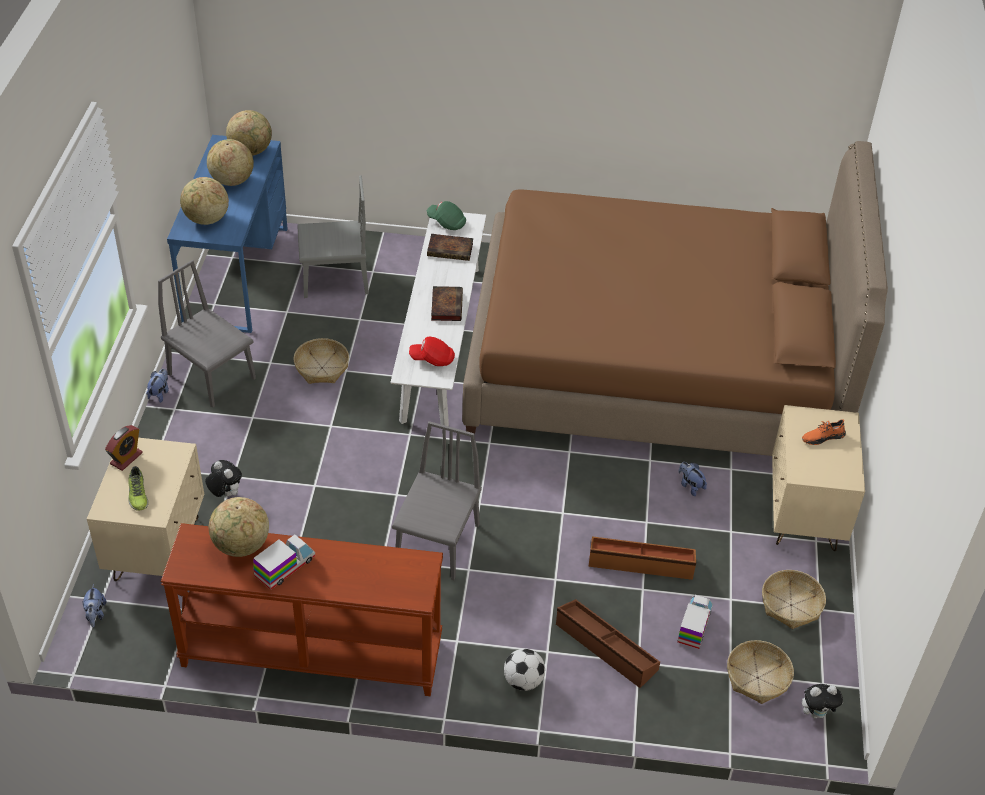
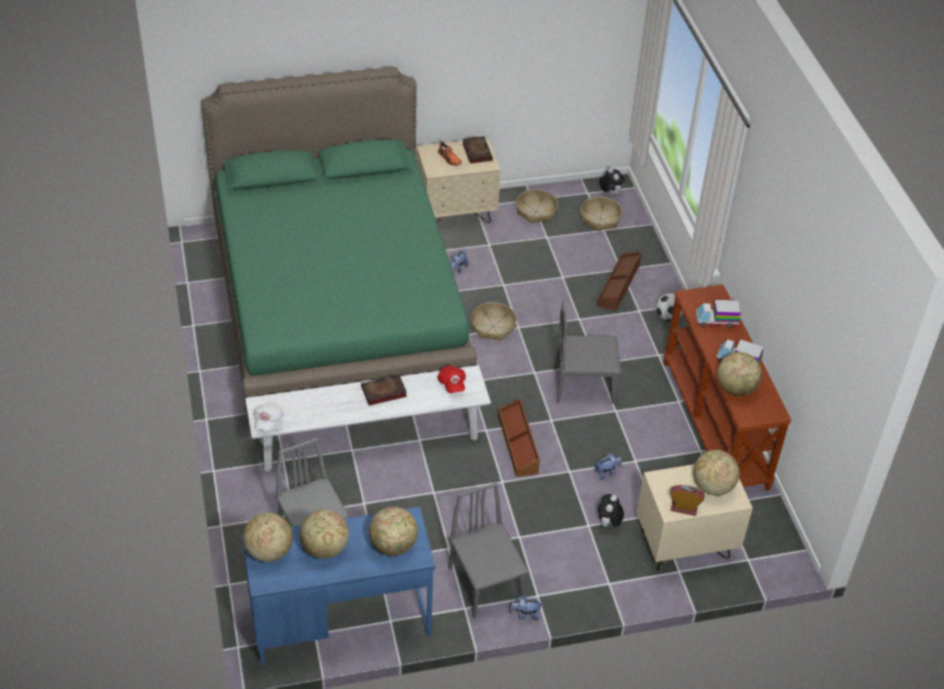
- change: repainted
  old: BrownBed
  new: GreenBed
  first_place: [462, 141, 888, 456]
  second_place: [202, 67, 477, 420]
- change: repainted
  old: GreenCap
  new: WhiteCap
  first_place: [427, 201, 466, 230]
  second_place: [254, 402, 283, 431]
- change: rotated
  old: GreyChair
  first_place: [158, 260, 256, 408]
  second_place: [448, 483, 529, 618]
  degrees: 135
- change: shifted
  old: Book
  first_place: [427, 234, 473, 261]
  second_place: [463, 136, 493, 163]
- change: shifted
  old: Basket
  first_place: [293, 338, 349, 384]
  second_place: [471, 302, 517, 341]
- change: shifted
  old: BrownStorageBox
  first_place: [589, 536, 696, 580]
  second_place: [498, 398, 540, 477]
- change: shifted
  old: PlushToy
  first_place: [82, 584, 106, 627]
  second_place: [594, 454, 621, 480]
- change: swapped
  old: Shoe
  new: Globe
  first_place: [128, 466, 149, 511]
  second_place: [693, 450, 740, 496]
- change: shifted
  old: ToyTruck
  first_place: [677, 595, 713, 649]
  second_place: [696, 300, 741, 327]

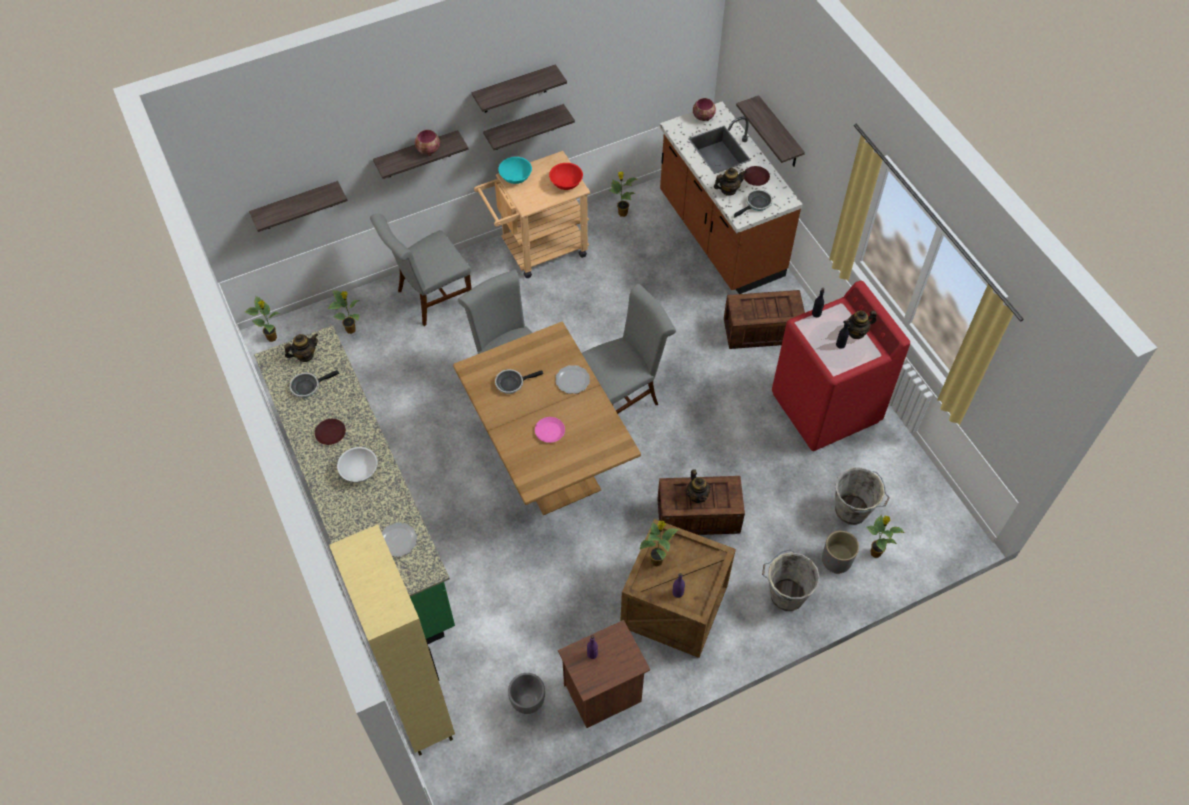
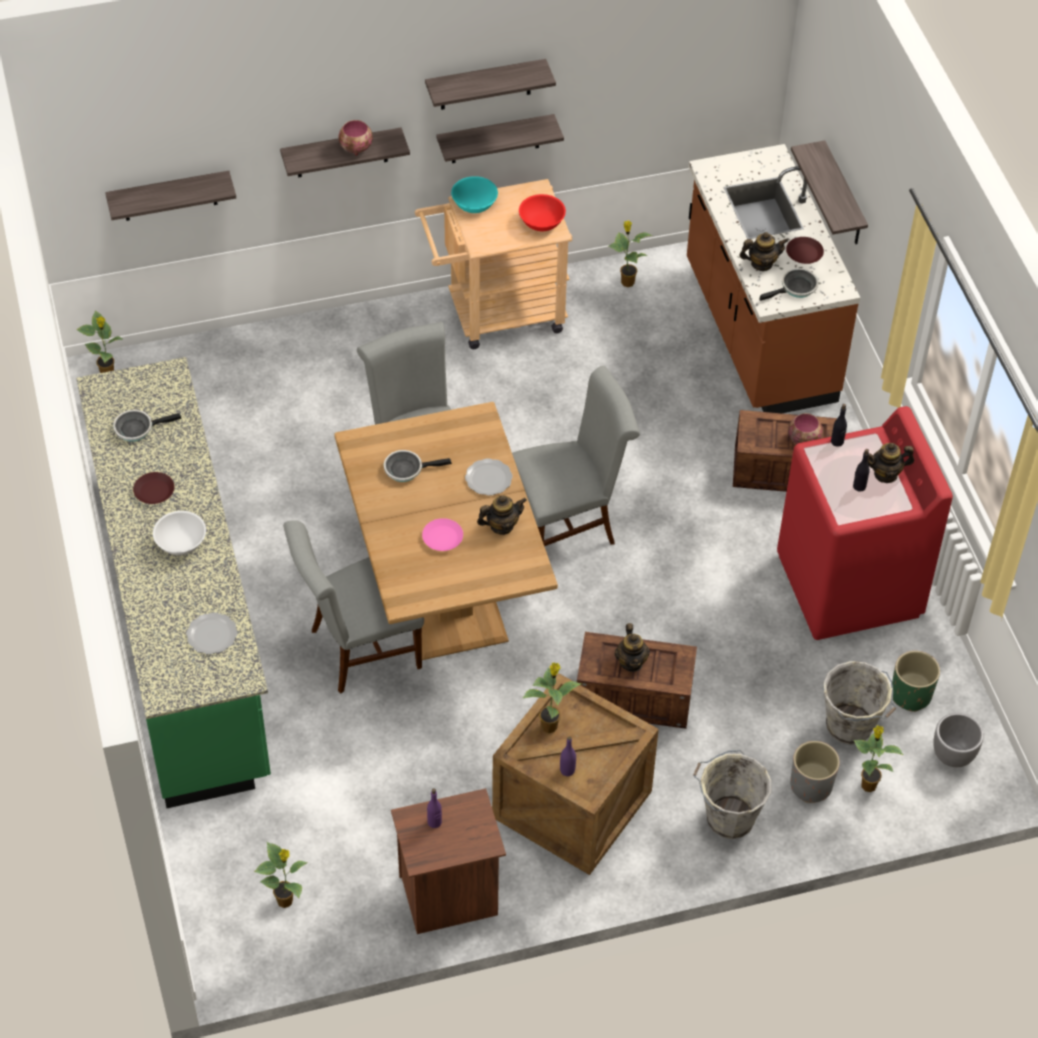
- change: shifted
  old: PottedPlant
  first_place: [328, 290, 360, 334]
  second_place: [254, 842, 308, 908]
- change: shifted
  old: GreyChair
  first_place: [370, 214, 472, 326]
  second_place: [283, 520, 424, 694]
- change: shifted
  old: Teapot
  first_place: [284, 333, 318, 362]
  second_place: [477, 495, 527, 535]
- change: shifted
  old: Bowl
  first_place: [693, 98, 716, 121]
  second_place: [788, 413, 822, 444]
- change: new
  new: GreenPlanter
  second_place: [892, 651, 940, 712]
- change: shifted
  old: GreyPlanter
  first_place: [508, 673, 545, 714]
  second_place: [933, 713, 984, 767]
- change: gone
  old: BeigeCabinet
  first_place: [329, 524, 455, 756]

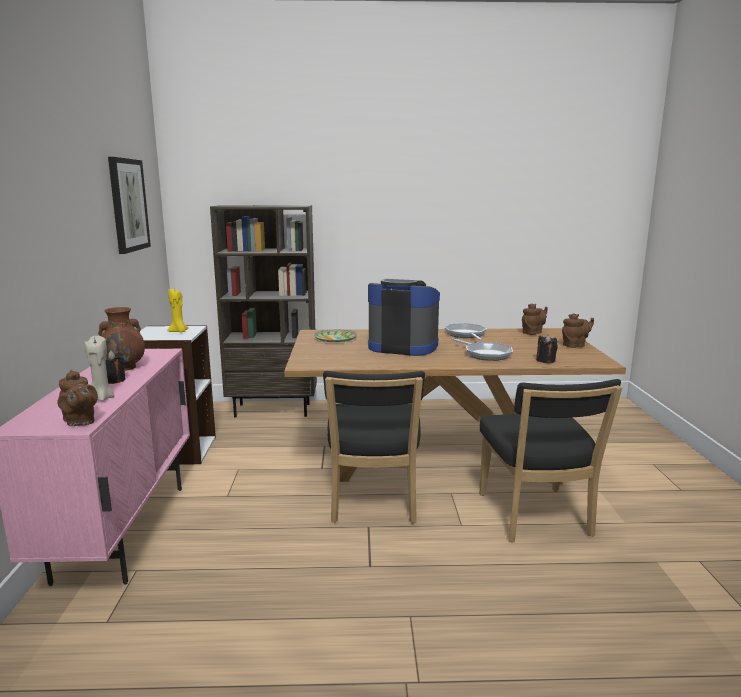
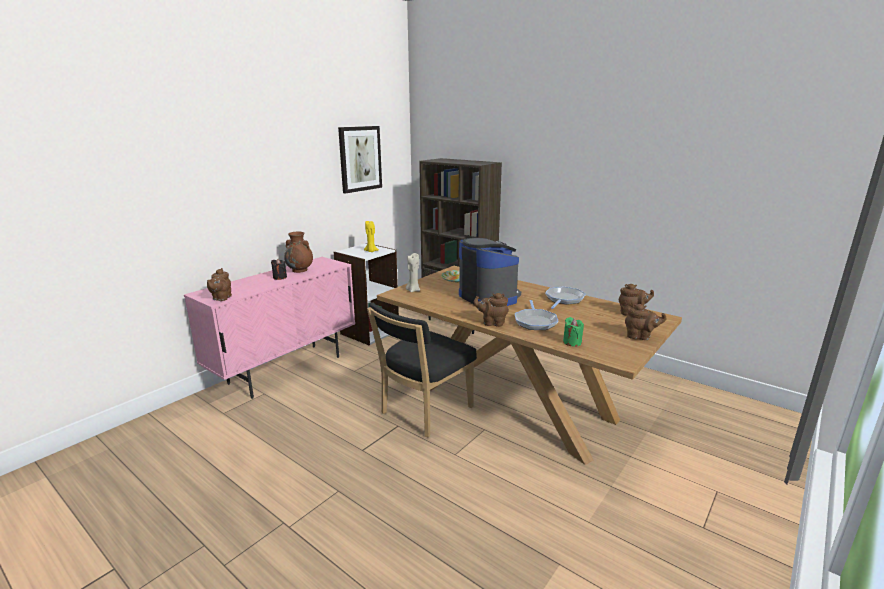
- change: shifted
  old: BeigeCandle
  first_place: [84, 336, 115, 401]
  second_place: [406, 253, 420, 292]
- change: new
  new: BrownTeapot
  second_place: [473, 293, 509, 327]
- change: repainted
  old: BlackCandle
  new: GreenCandle
  first_place: [536, 334, 558, 363]
  second_place: [563, 317, 584, 347]
- change: gone
  old: BlackChair
  first_place: [479, 379, 622, 542]

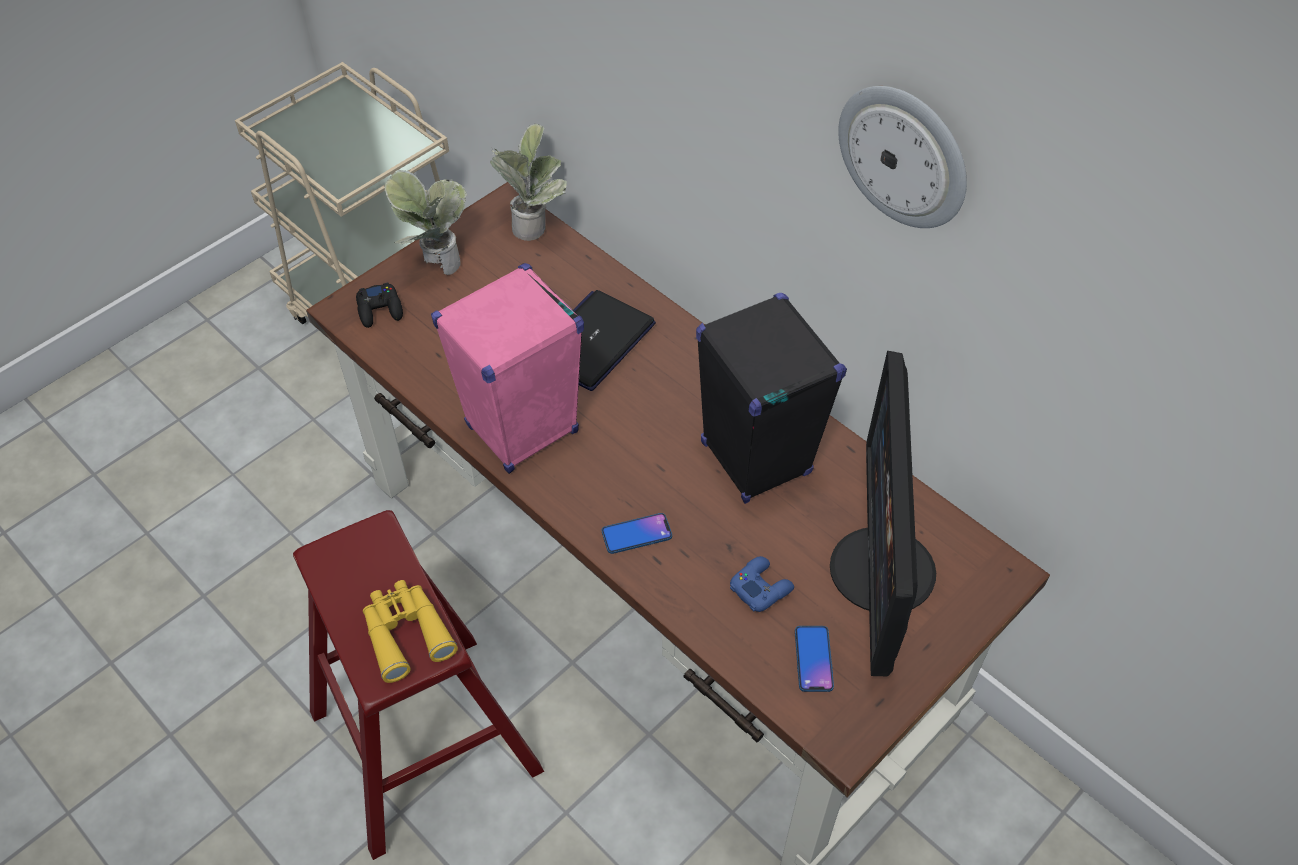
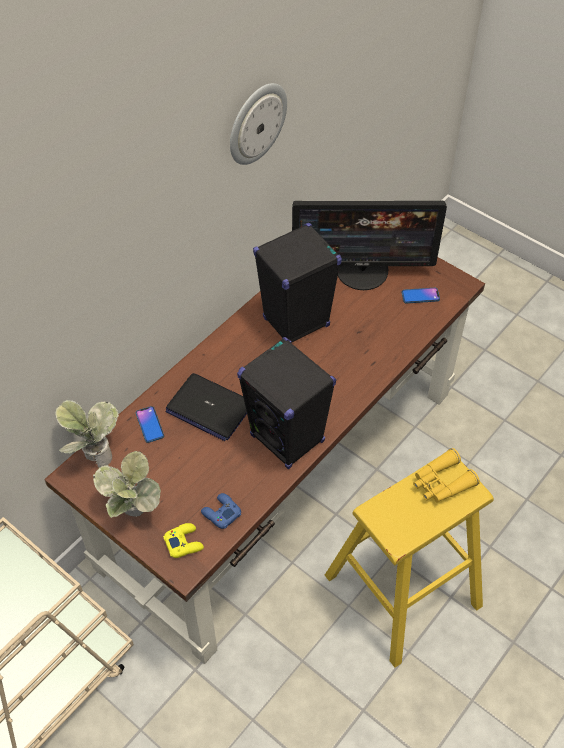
- change: shifted
  old: Phone
  first_place: [602, 513, 672, 554]
  second_place: [136, 406, 164, 443]
- change: repainted
  old: BlackGameController
  new: YellowGameController
  first_place: [356, 282, 403, 328]
  second_place: [163, 523, 204, 558]
- change: shifted
  old: BlueGameController
  first_place: [730, 556, 794, 612]
  second_place: [201, 493, 241, 529]
- change: repainted
  old: PinkSpeaker
  new: BlackSpeaker
  first_place: [431, 263, 584, 474]
  second_place: [237, 337, 336, 469]
- change: repainted
  old: RedStool
  new: YellowStool
  first_place: [293, 510, 544, 860]
  second_place: [325, 458, 494, 668]

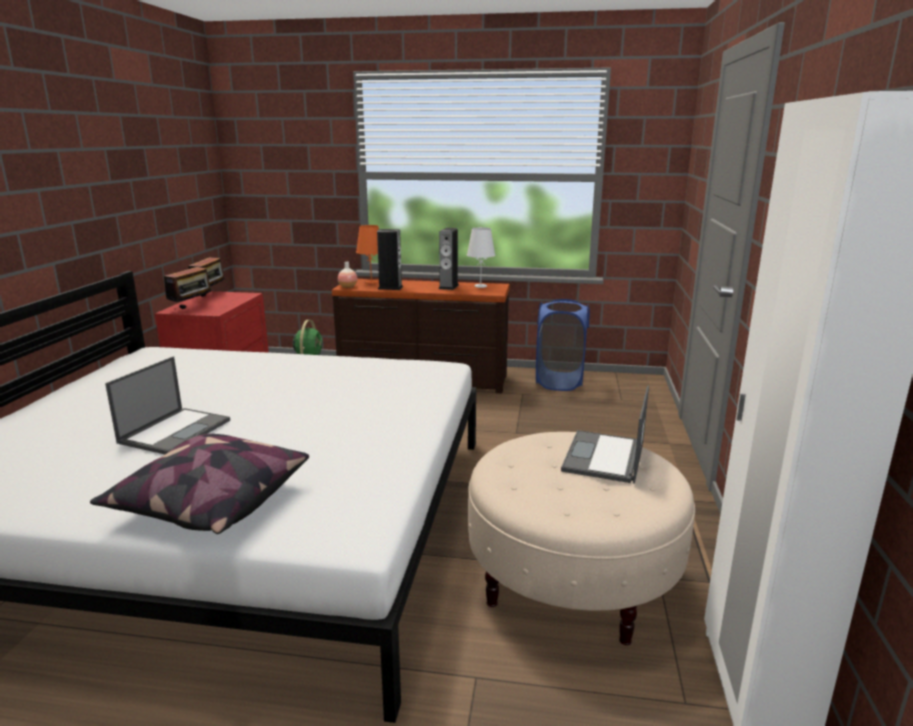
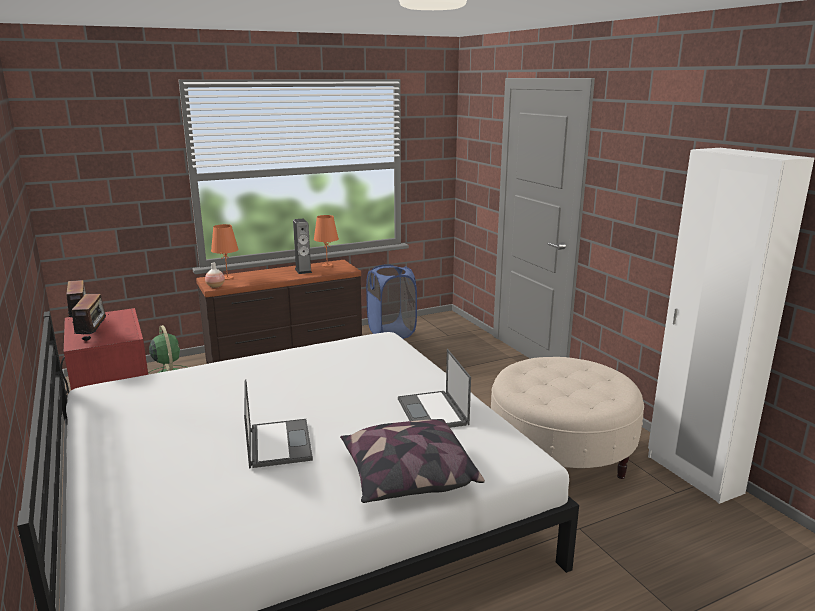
- change: repainted
  old: WhiteTableLamp
  new: OrangeTableLamp
  first_place: [467, 227, 496, 288]
  second_place: [314, 215, 339, 267]
- change: shifted
  old: Laptop
  first_place: [561, 385, 649, 484]
  second_place: [398, 349, 471, 428]
- change: gone
  old: Speaker
  first_place: [377, 229, 403, 290]

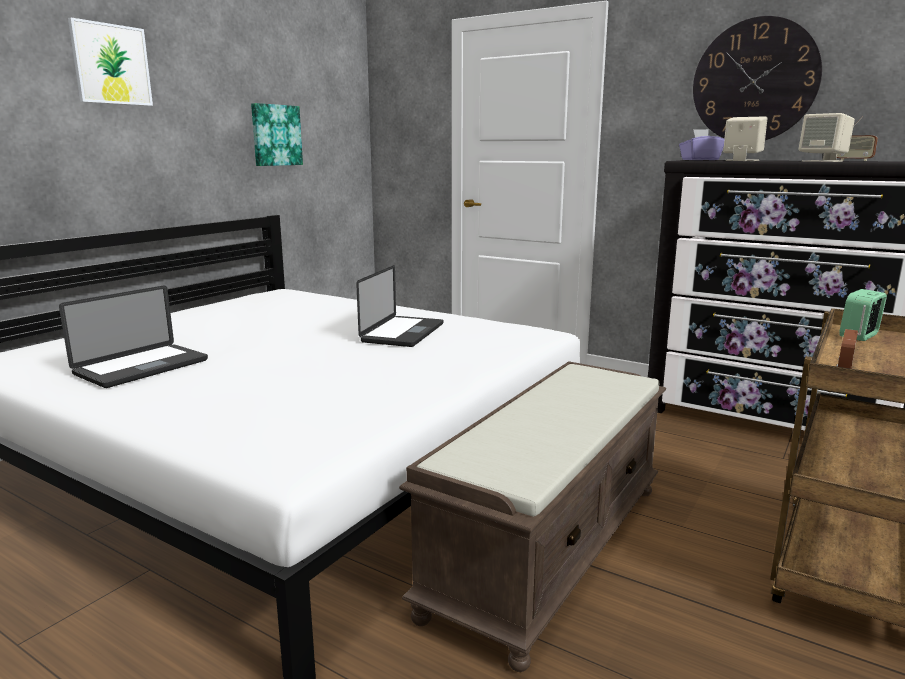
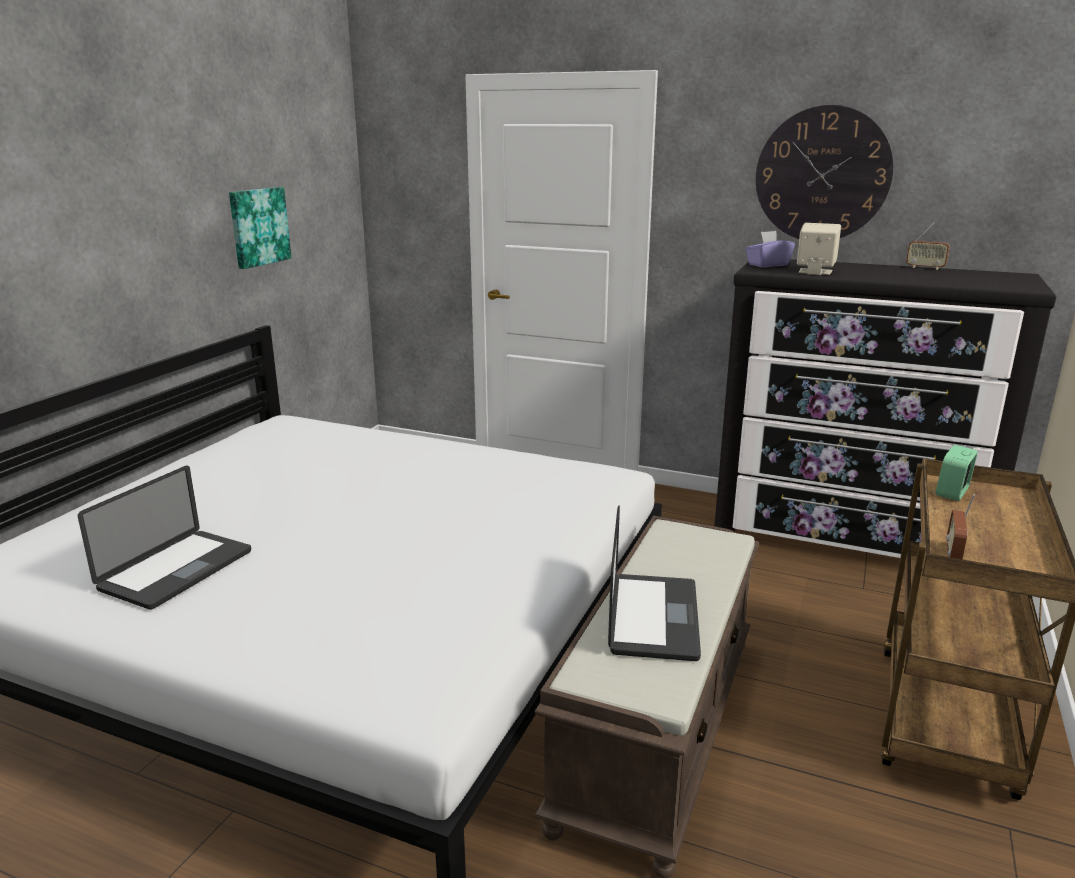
- change: shifted
  old: Laptop
  first_place: [356, 265, 443, 347]
  second_place: [608, 505, 701, 661]
- change: gone
  old: Picture
  first_place: [68, 17, 153, 106]
- change: gone
  old: BeigeSpeaker
  first_place: [798, 113, 855, 162]

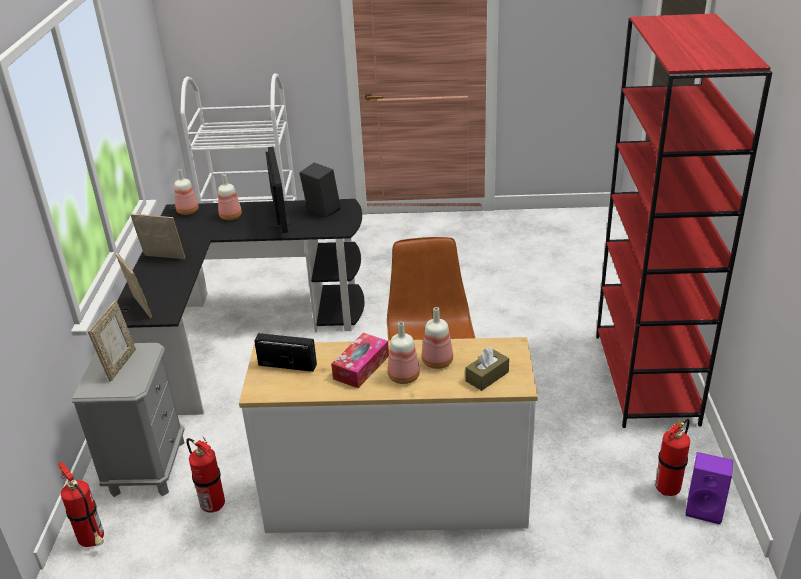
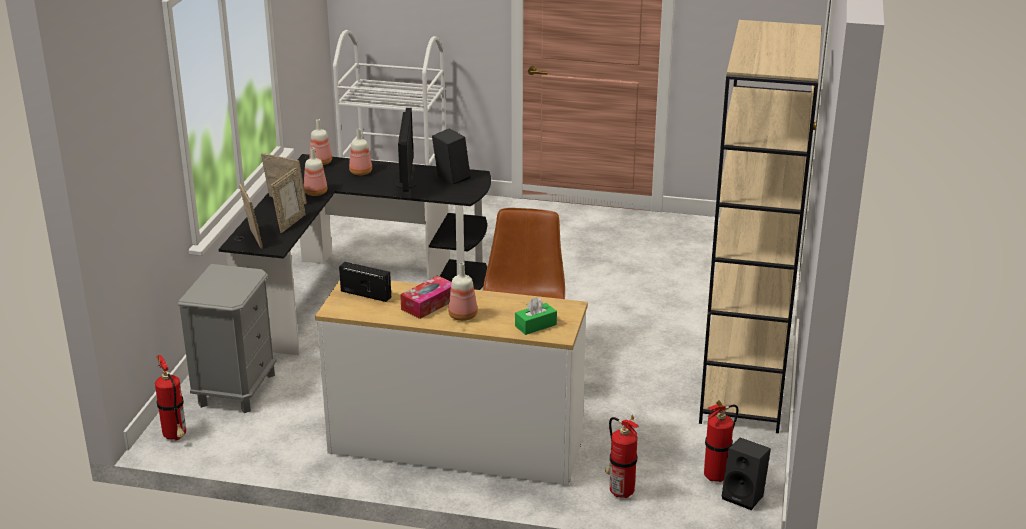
- change: shifted
  old: PictureFrame
  first_place: [88, 300, 136, 382]
  second_place: [270, 168, 306, 233]
- change: shifted
  old: Bottle
  first_place: [422, 307, 453, 369]
  second_place: [304, 147, 327, 196]
- change: repainted
  old: BrownTissueBox
  new: GreenTissueBox
  first_place: [465, 347, 509, 391]
  second_place: [515, 297, 557, 335]
- change: shifted
  old: FireExtinguisher
  first_place: [186, 437, 225, 512]
  second_place: [605, 415, 639, 498]
- change: repainted
  old: RedBookcase
  new: BeigeBookcase
  first_place: [596, 13, 773, 428]
  second_place: [699, 20, 822, 433]
- change: repainted
  old: PurpleSpeaker
  new: BlackSpeaker
  first_place: [685, 452, 733, 525]
  second_place: [722, 438, 771, 510]

